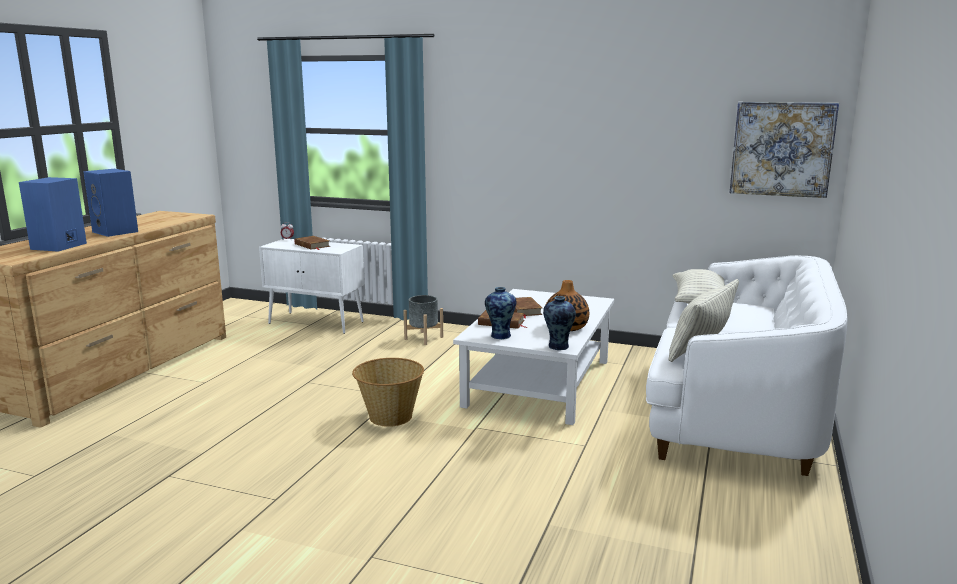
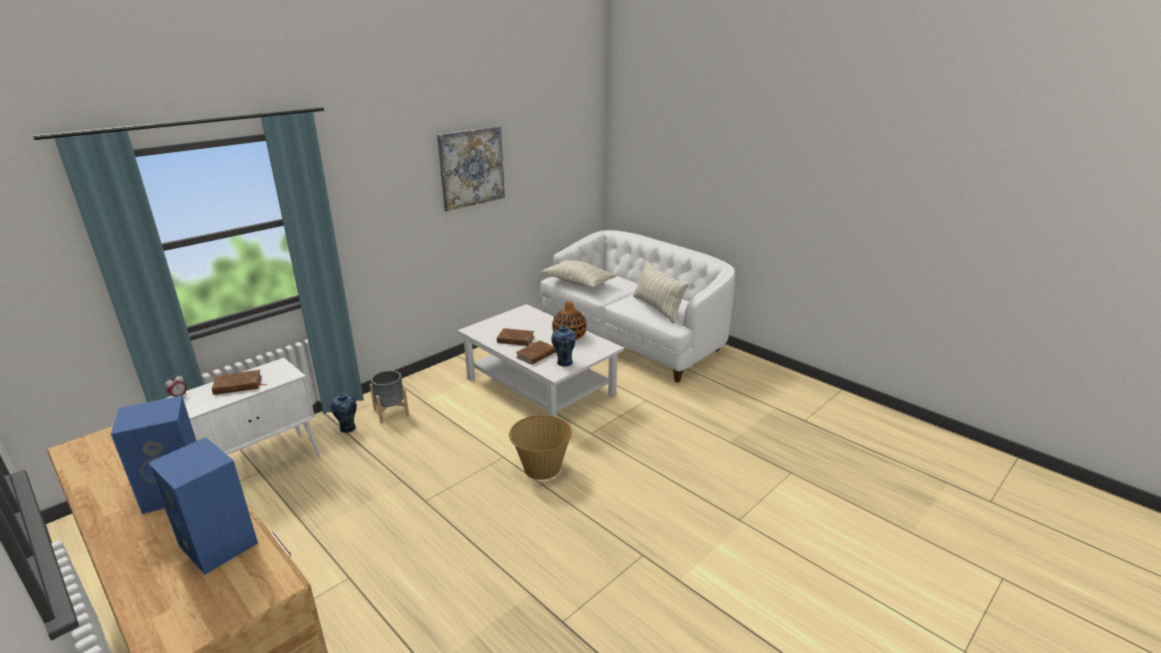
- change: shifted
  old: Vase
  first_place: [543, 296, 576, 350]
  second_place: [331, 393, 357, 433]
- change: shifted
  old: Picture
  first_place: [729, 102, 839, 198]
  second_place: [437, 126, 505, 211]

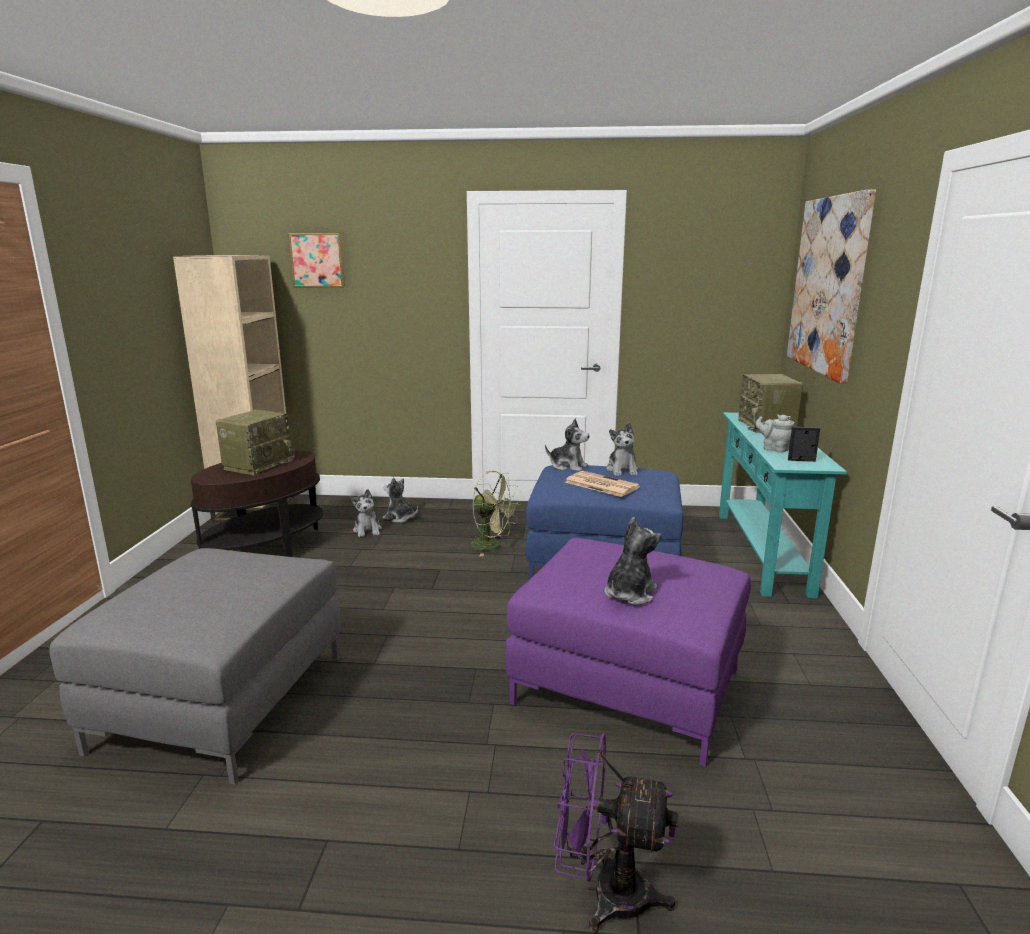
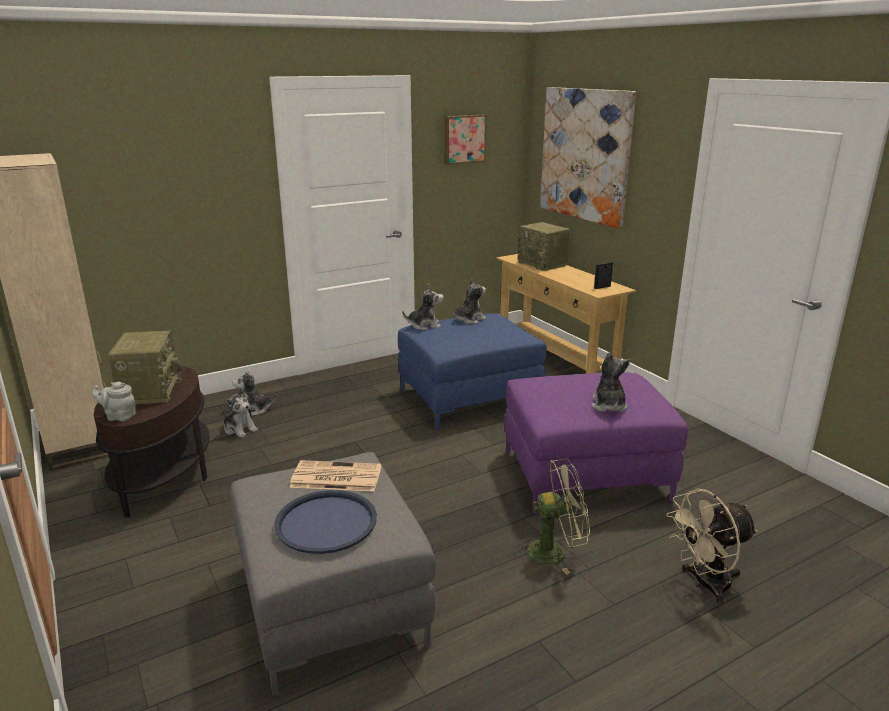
- change: shifted
  old: GreyTeapot
  first_place: [755, 414, 795, 452]
  second_place: [92, 382, 136, 421]
- change: new
  new: BlueTray
  second_place: [274, 490, 377, 554]
- change: shifted
  old: Newspaper
  first_place: [565, 471, 640, 497]
  second_place: [289, 460, 382, 492]
- change: shifted
  old: Picture
  first_place: [288, 233, 345, 288]
  second_place: [445, 115, 487, 165]
- change: rotated
  old: PlushToy
  first_place: [606, 423, 638, 476]
  second_place: [453, 278, 486, 324]
  degrees: -90
- change: repainted
  old: TurquoiseConsoleTable
  new: BeigeConsoleTable
  first_place: [719, 412, 847, 598]
  second_place: [496, 254, 636, 374]
- change: shifted
  old: GreenFan
  first_place: [470, 471, 521, 556]
  second_place: [515, 458, 590, 574]
- change: repainted
  old: PurpleFan
  new: BeigeFan
  first_place: [554, 733, 679, 933]
  second_place: [667, 488, 758, 605]

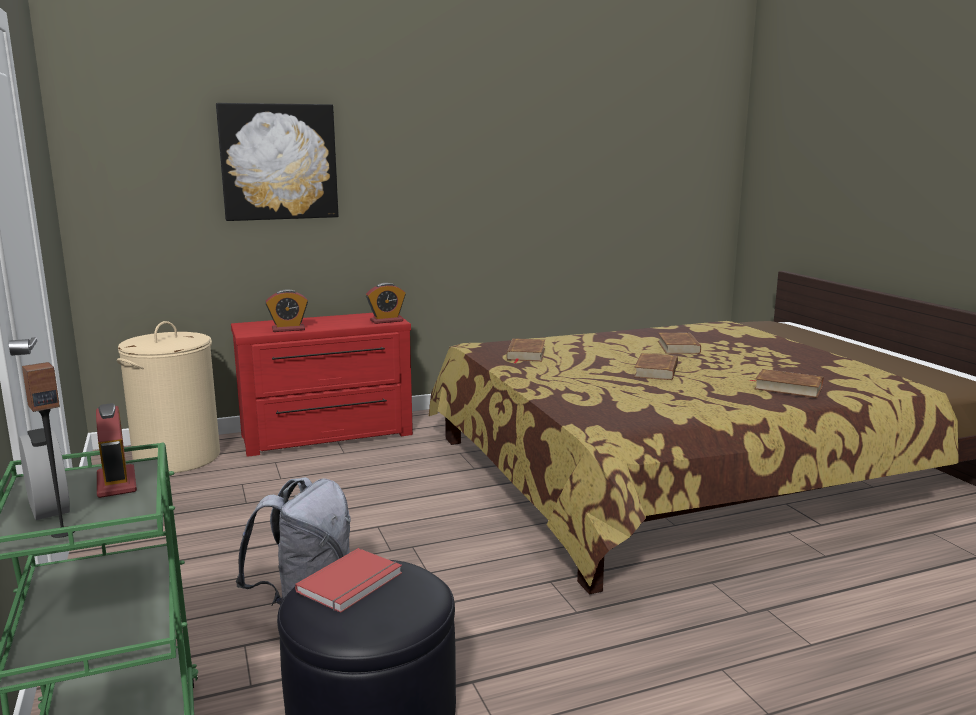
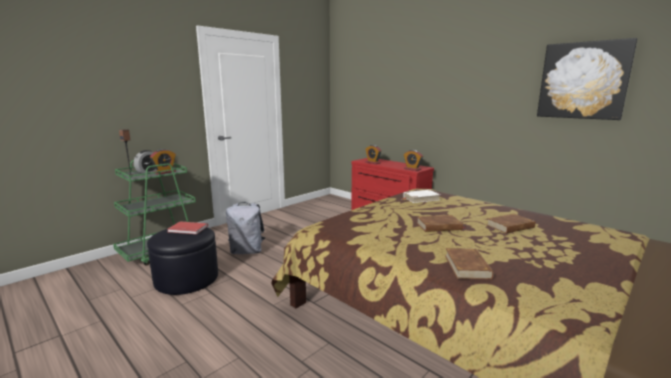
- change: repainted
  old: BrownBook
  new: WhiteBook
  first_place: [506, 338, 545, 363]
  second_place: [404, 190, 440, 203]
- change: shifted
  old: Picture
  first_place: [216, 103, 339, 221]
  second_place: [537, 38, 637, 120]
- change: gone
  old: BeigeLaundryBasket
  first_place: [117, 321, 220, 473]

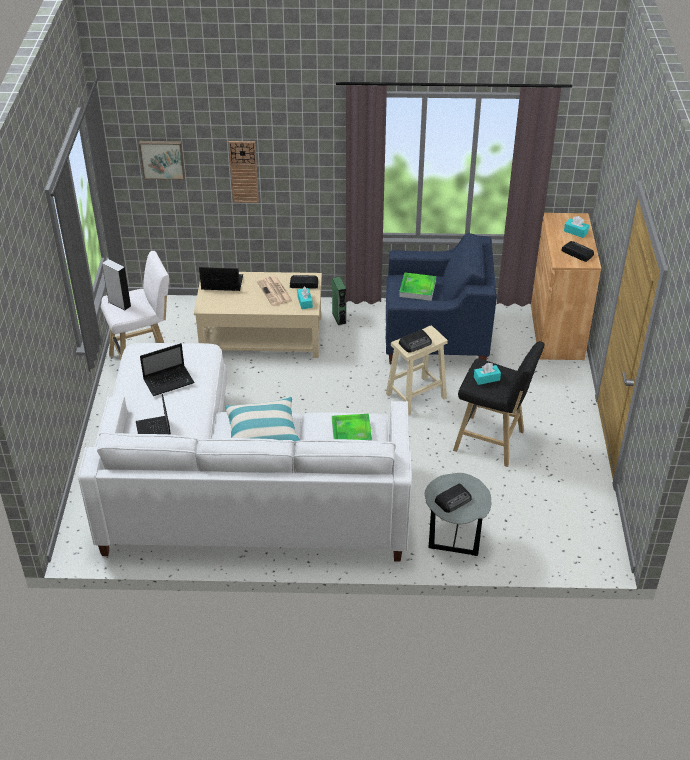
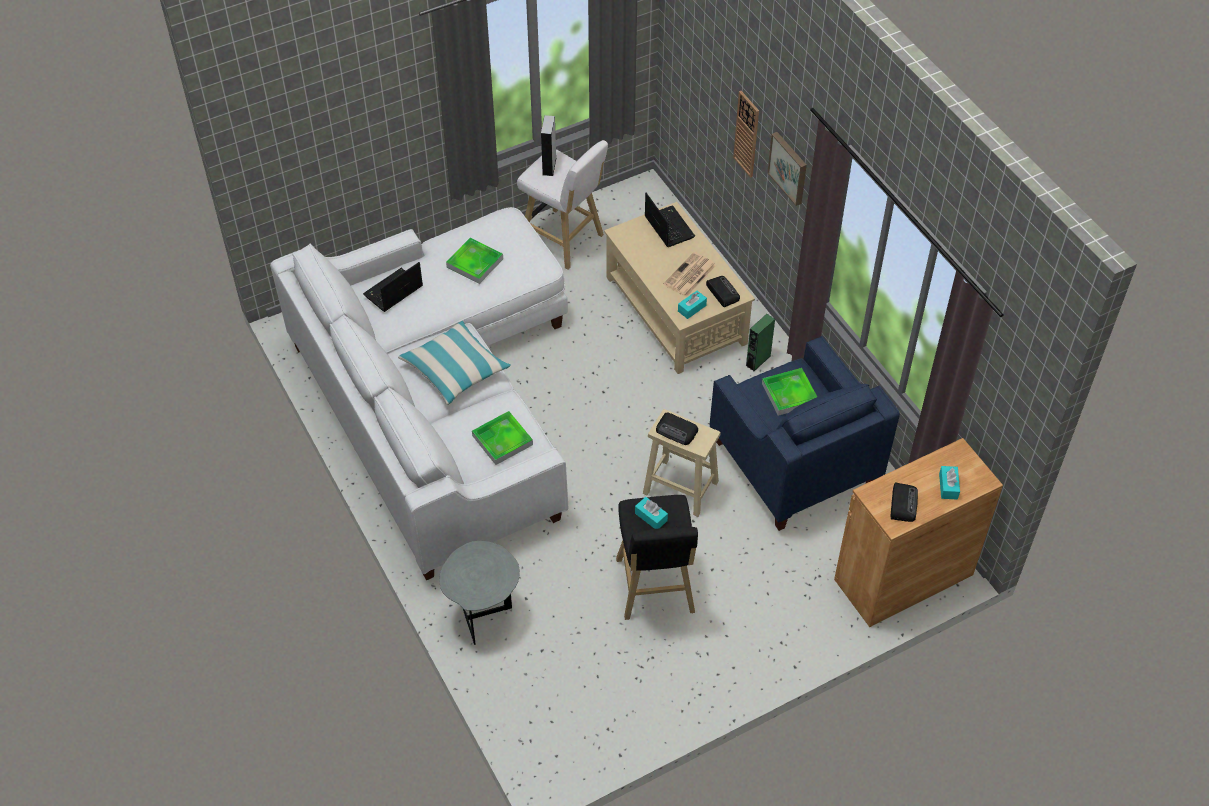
- change: swapped
  old: Laptop
  new: Tray
  first_place: [140, 343, 195, 396]
  second_place: [446, 237, 503, 284]
- change: shifted
  old: Picture
  first_place: [139, 141, 185, 180]
  second_place: [767, 132, 807, 206]
- change: gone
  old: Radio
  first_place: [435, 484, 472, 513]

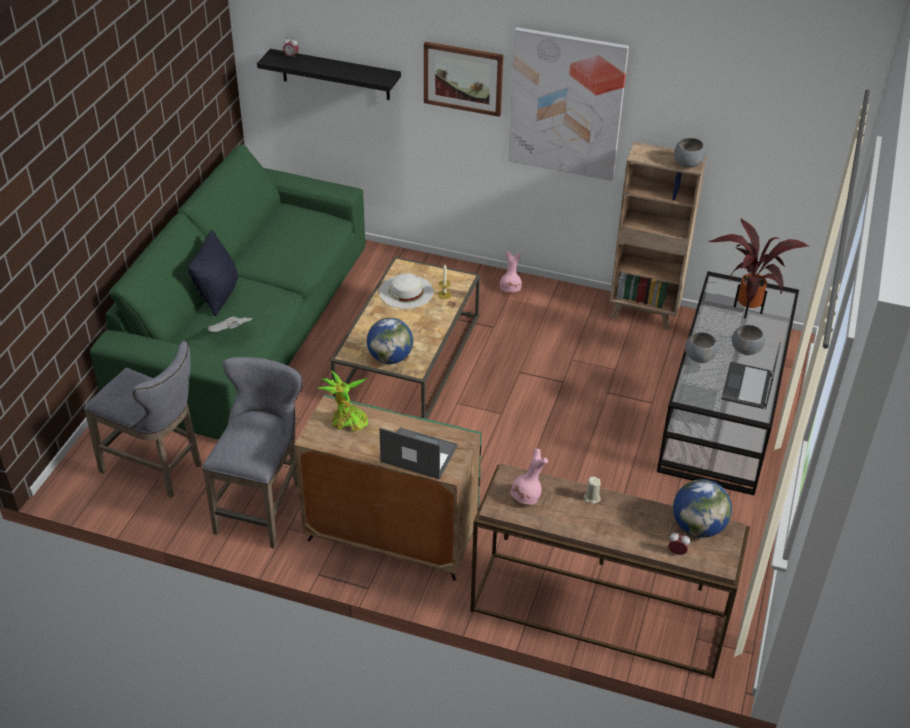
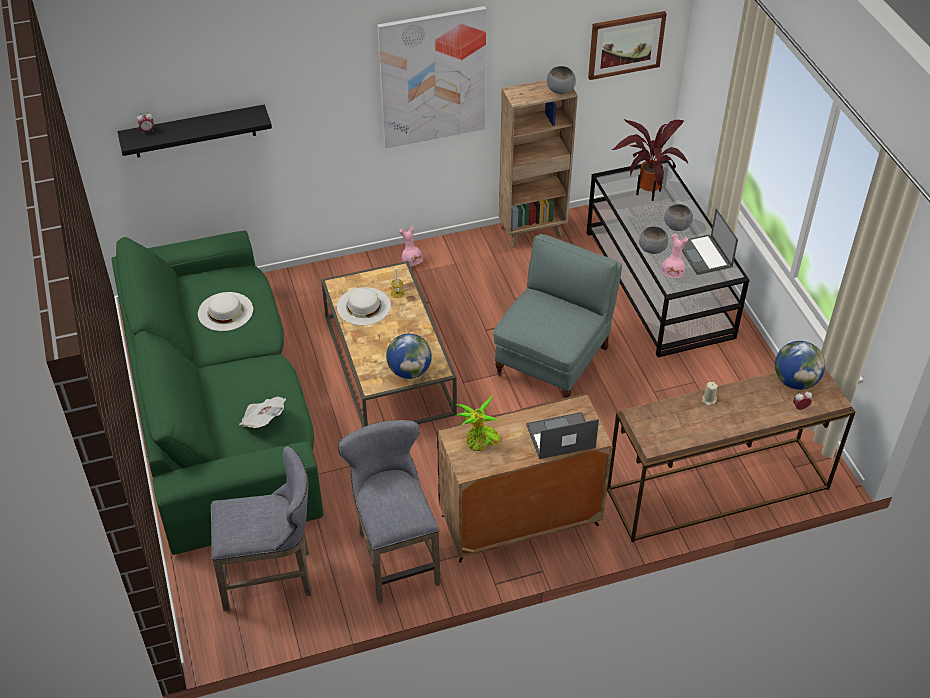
- change: new
  new: WhiteHat
  second_place: [198, 292, 253, 331]
- change: repainted
  old: GreenCabinet
  new: BrownCabinet
  first_place: [294, 394, 482, 581]
  second_place: [437, 393, 613, 563]
- change: new
  new: GreyArmchair
  second_place: [494, 234, 622, 398]
- change: shifted
  old: Picture
  first_place: [424, 42, 504, 117]
  second_place: [588, 11, 667, 80]
- change: shifted
  old: PinkVase
  first_place: [511, 449, 548, 505]
  second_place: [662, 234, 688, 278]
- change: gone
  old: BlackPillow
  first_place: [188, 230, 238, 316]

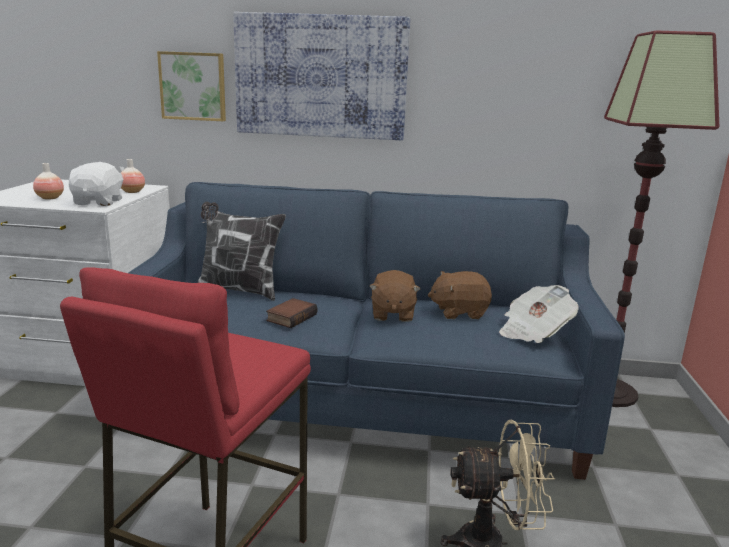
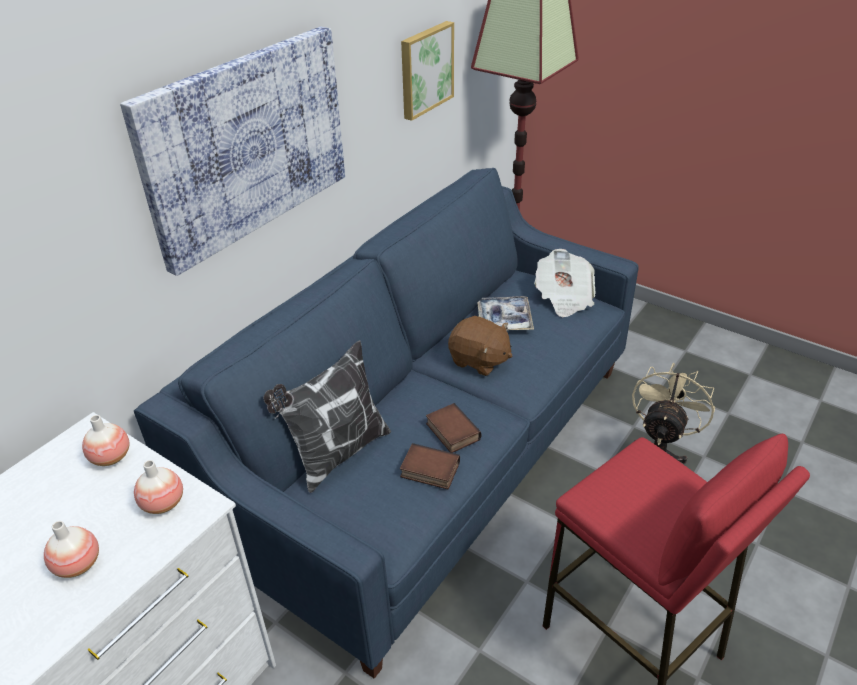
- change: swapped
  old: WhitePlushToy
  new: Vase
  first_place: [69, 162, 124, 206]
  second_place: [134, 460, 183, 514]
- change: new
  new: Book
  second_place: [400, 443, 460, 489]
- change: shifted
  old: Picture
  first_place: [157, 51, 226, 121]
  second_place: [401, 21, 454, 121]
- change: swapped
  old: BrownPlushToy
  new: Tray
  first_place: [428, 271, 492, 319]
  second_place: [477, 296, 534, 331]

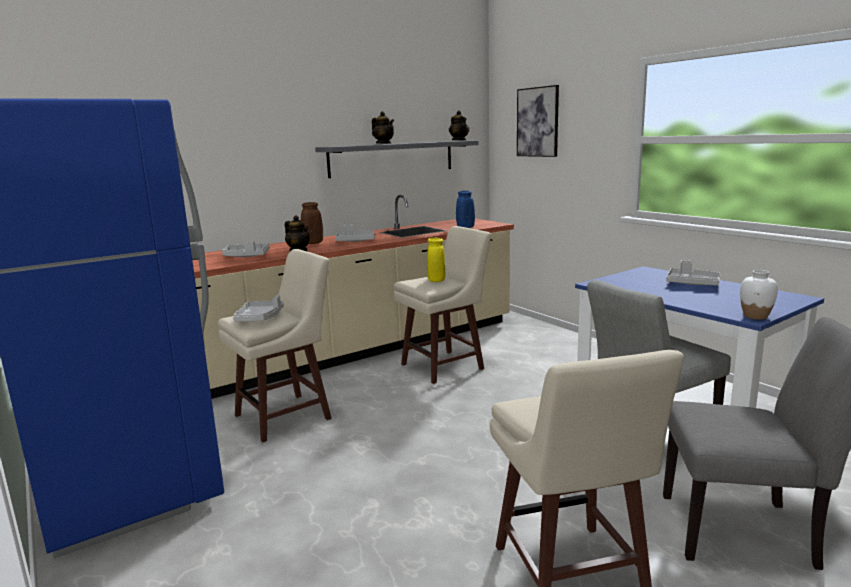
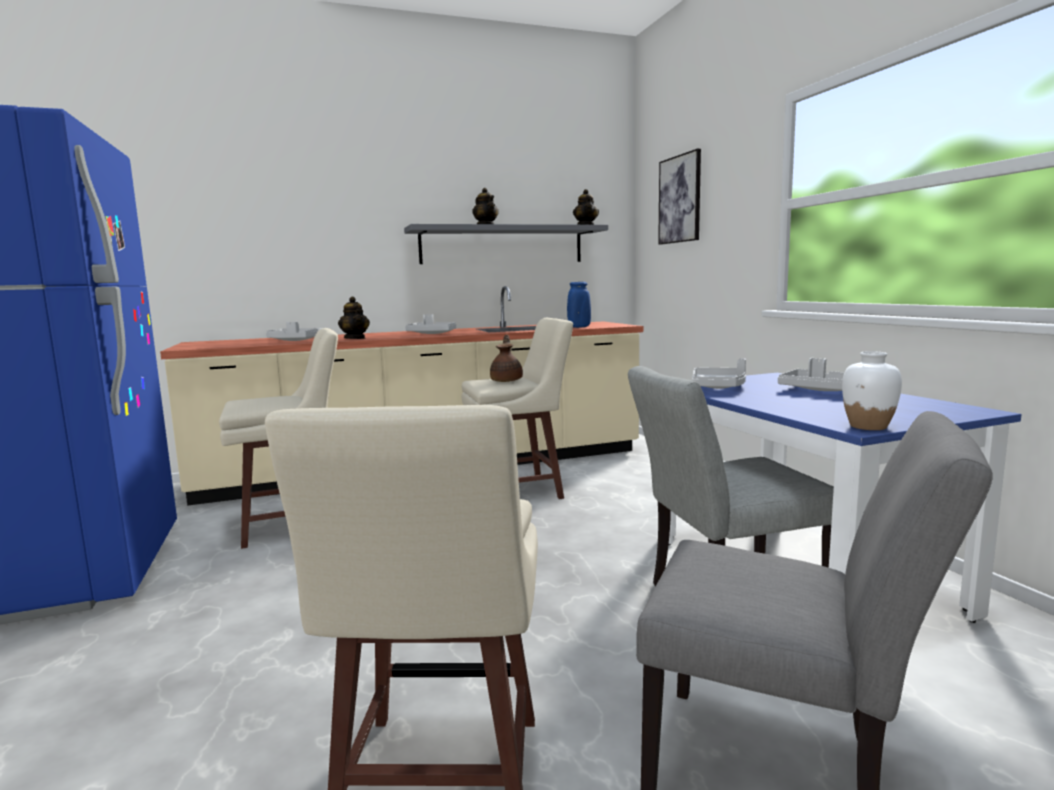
- change: swapped
  old: YellowVase
  new: BrownTeapot
  first_place: [427, 238, 445, 282]
  second_place: [490, 335, 523, 382]
- change: shifted
  old: GreyTray
  first_place: [233, 295, 284, 322]
  second_place: [692, 358, 746, 389]
- change: gone
  old: BrownVase
  first_place: [301, 202, 323, 244]

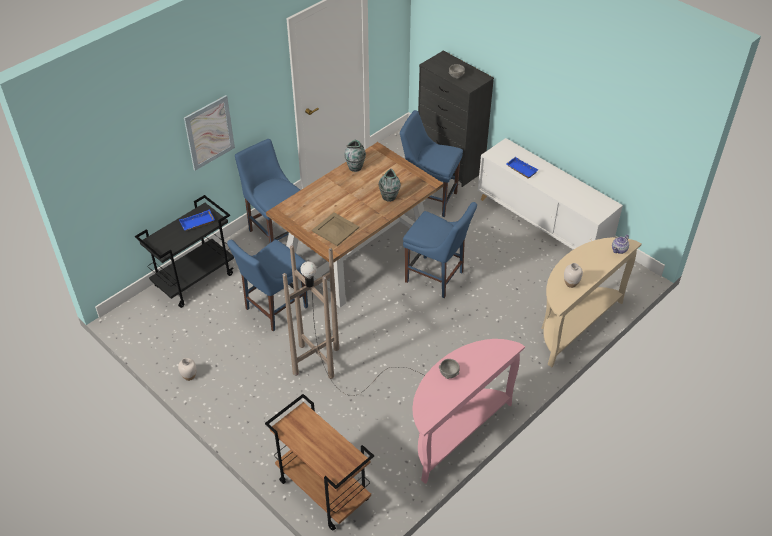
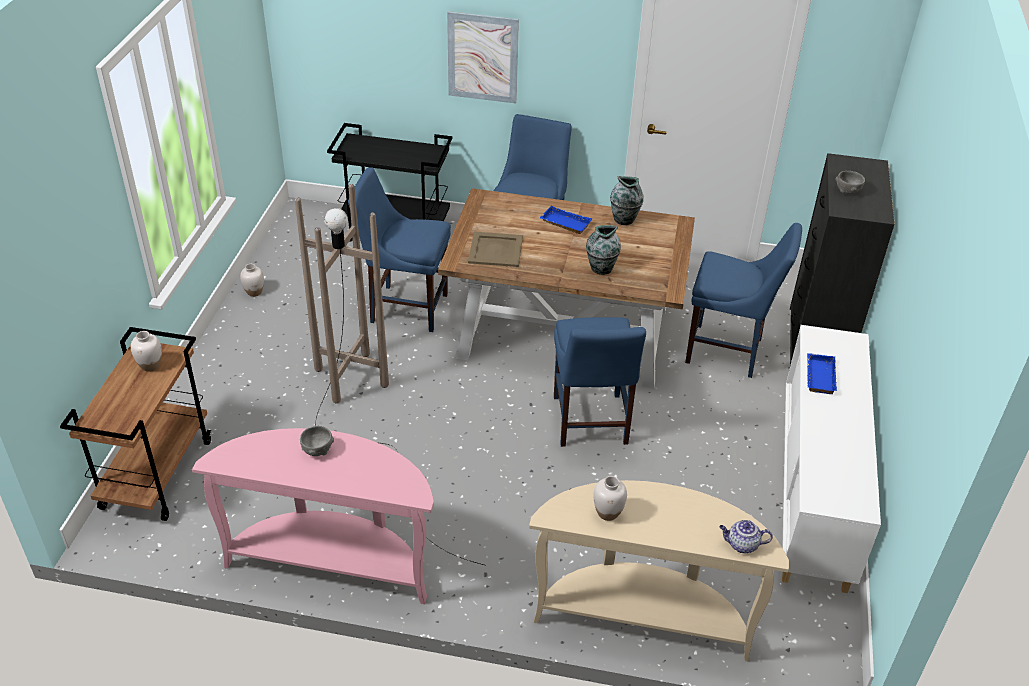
- change: new
  new: WhiteVase
  second_place: [131, 331, 162, 372]
- change: shifted
  old: BlueTray
  first_place: [179, 210, 215, 231]
  second_place: [540, 205, 592, 234]
- change: rotated
  old: BlueChair
  first_place: [400, 110, 463, 217]
  second_place: [685, 223, 802, 378]
  degrees: 120

